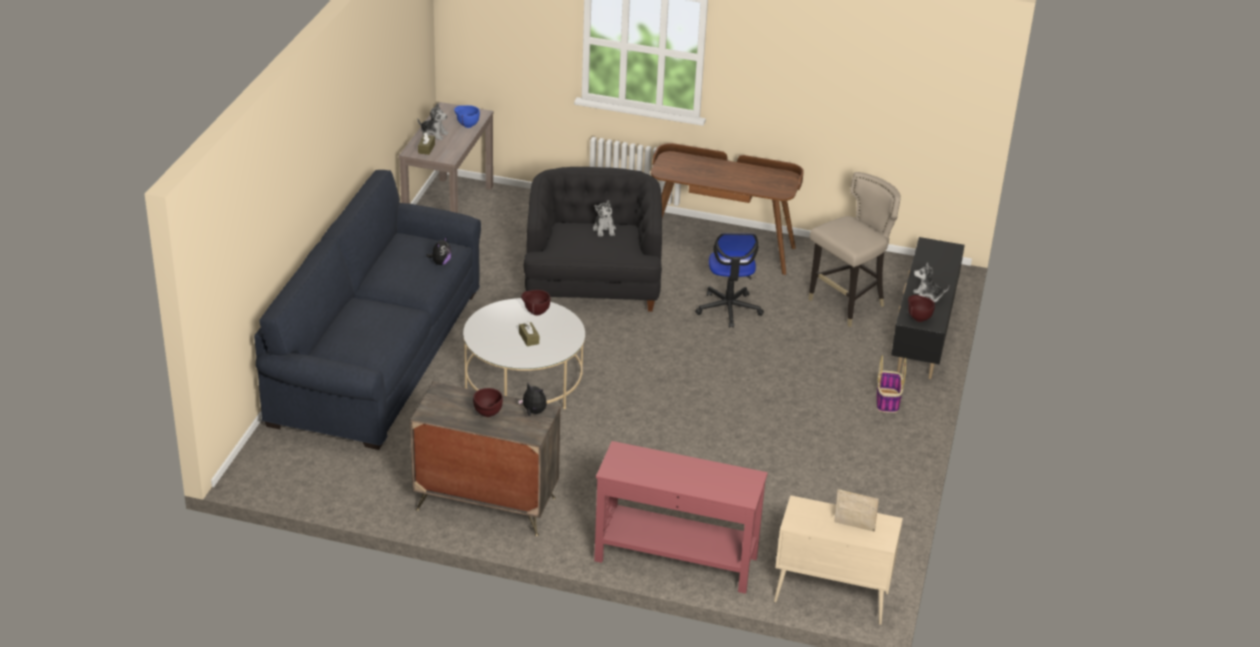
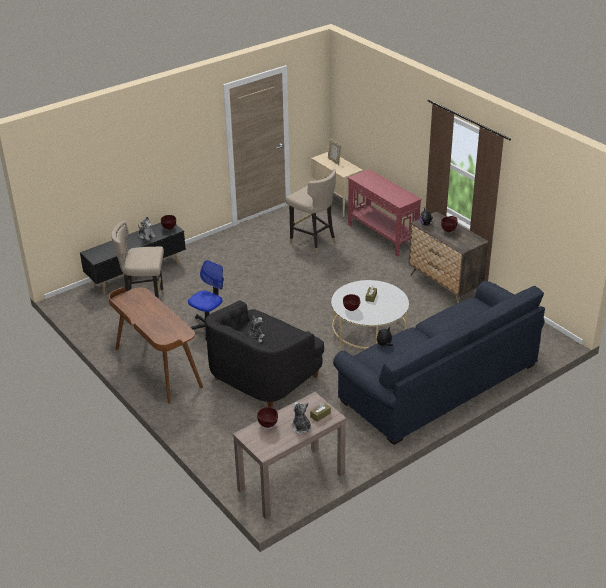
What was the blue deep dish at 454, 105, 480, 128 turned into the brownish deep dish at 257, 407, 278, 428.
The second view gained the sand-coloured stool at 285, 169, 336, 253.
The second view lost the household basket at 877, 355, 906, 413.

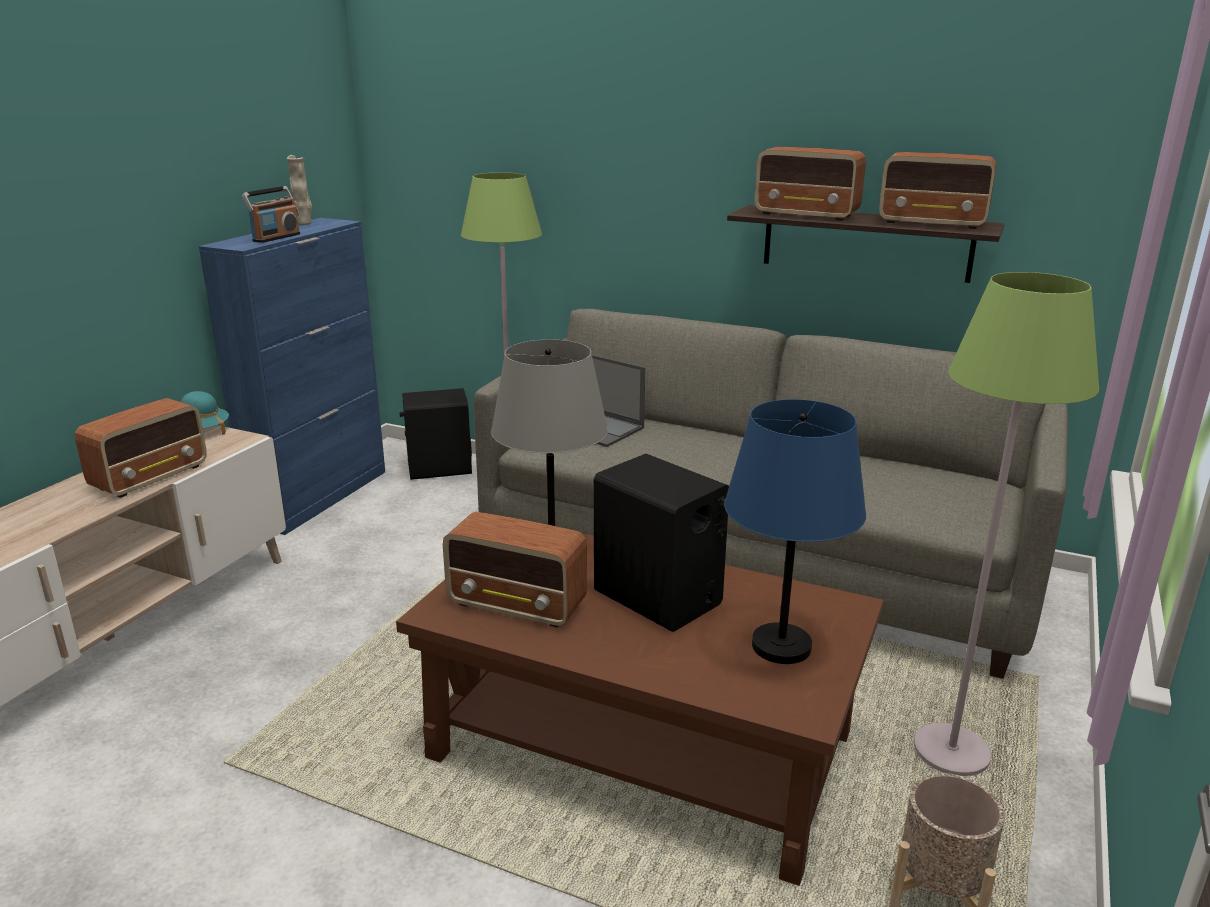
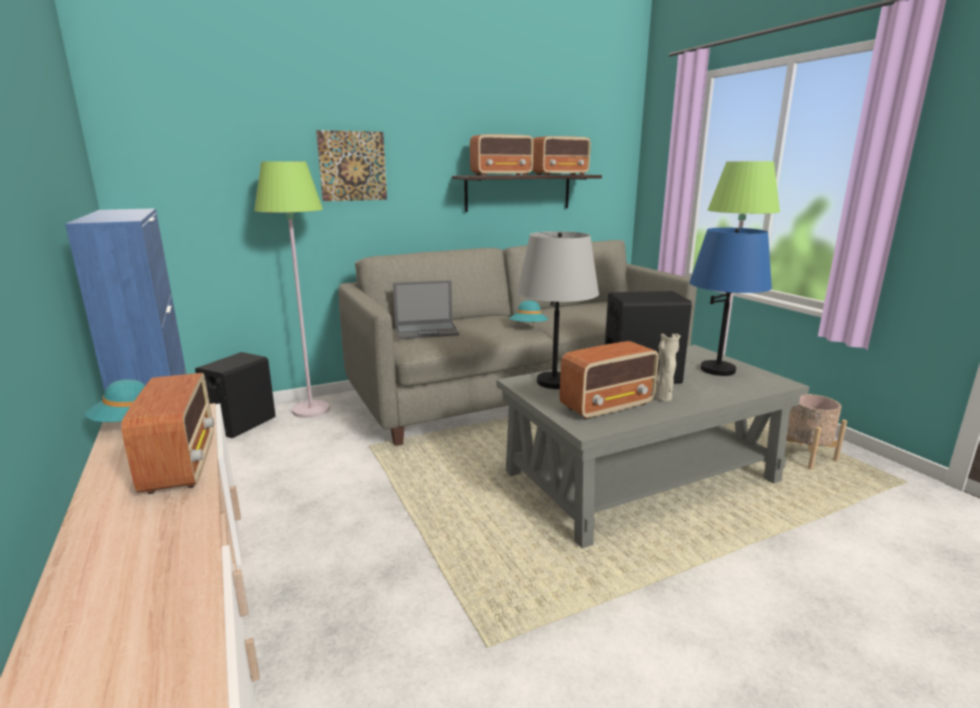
The second view gained the wall picture at 316, 130, 387, 201.
What was the brownish lounge table at 396, 533, 884, 886 turned into the gray lounge table at 496, 345, 810, 548.
The second view gained the blue-green clothing hat at 509, 301, 548, 323.
The sand-coloured decorative vase ended up elsewhere, having gone from 287, 155, 312, 225 to 656, 333, 680, 401.
The second view lost the radio at 242, 186, 300, 243.

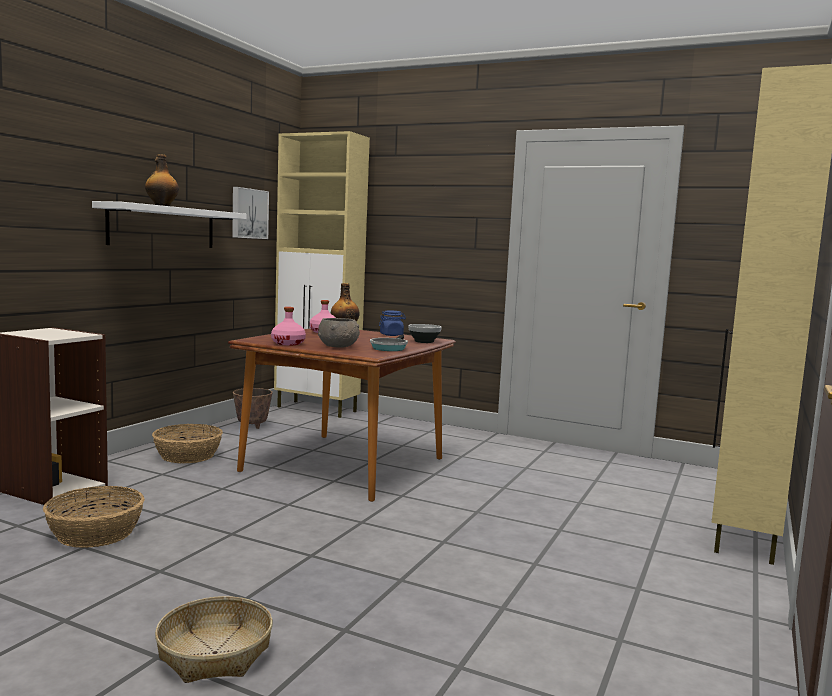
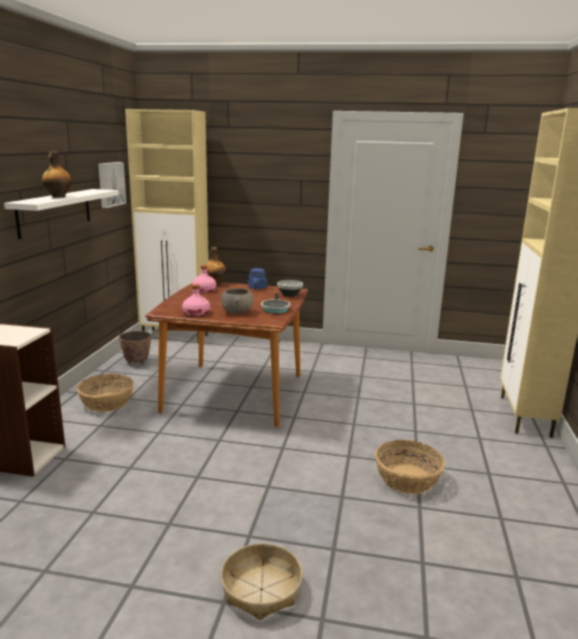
The household basket ended up elsewhere, having gone from 43, 486, 144, 548 to 375, 440, 445, 494.

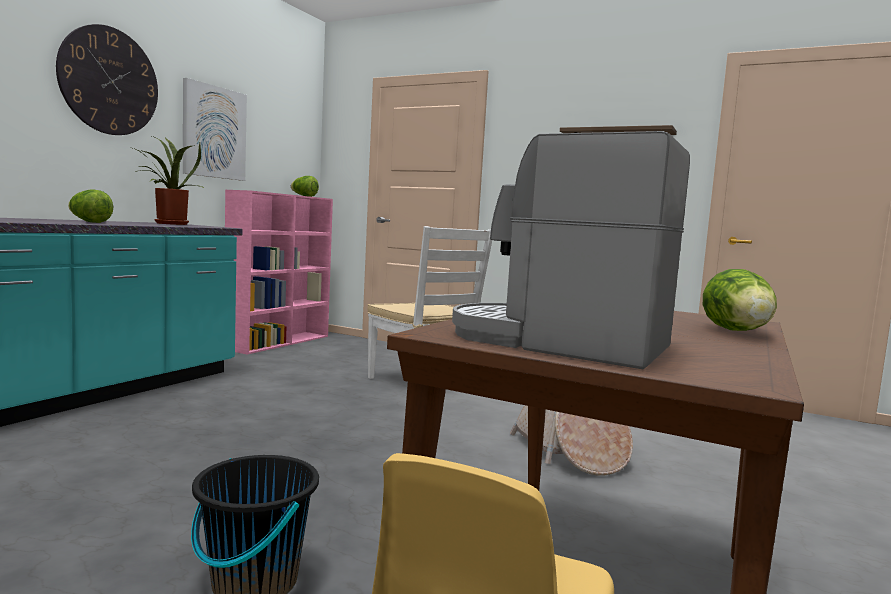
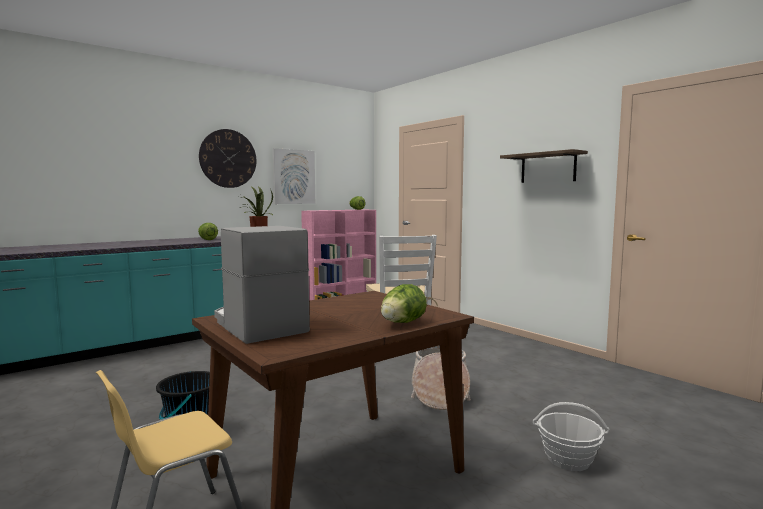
The second view gained the household basket at 533, 402, 609, 471.

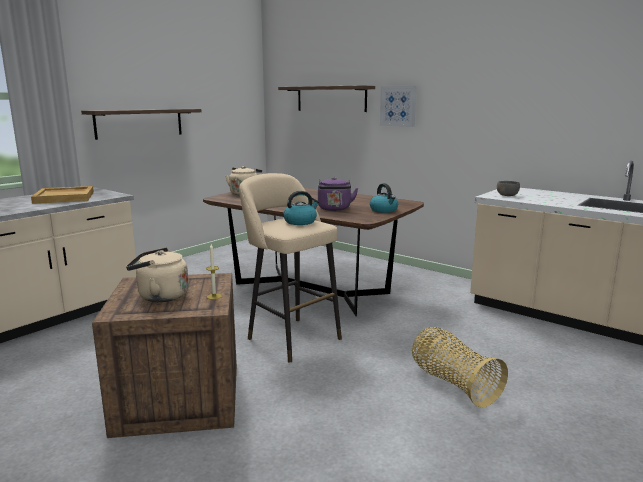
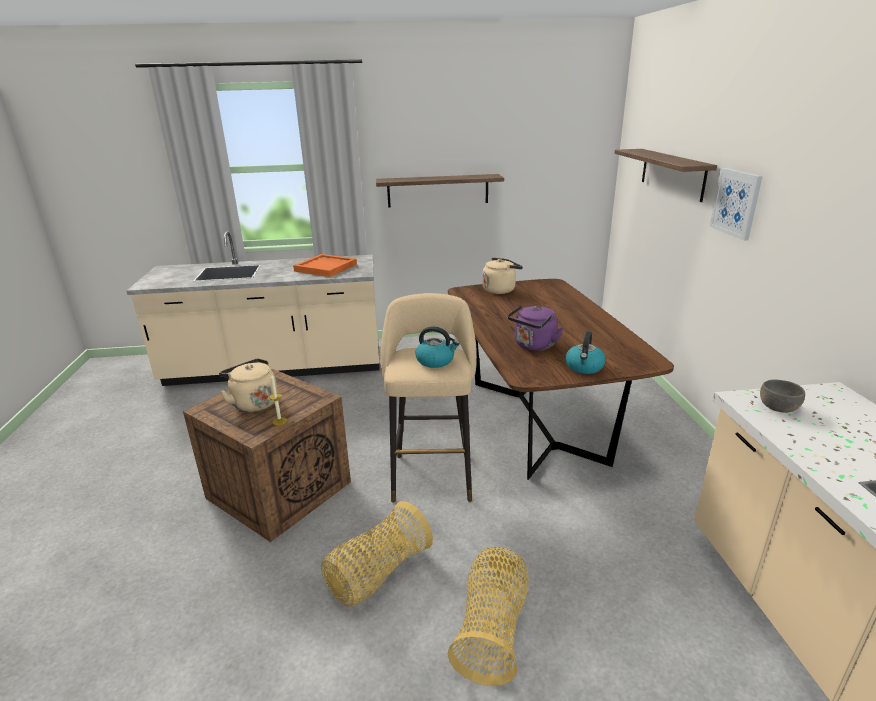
What was the sand-coloured tray at 31, 186, 94, 204 turned into the orangey tray at 293, 254, 357, 277.
The second view gained the household basket at 321, 501, 433, 607.

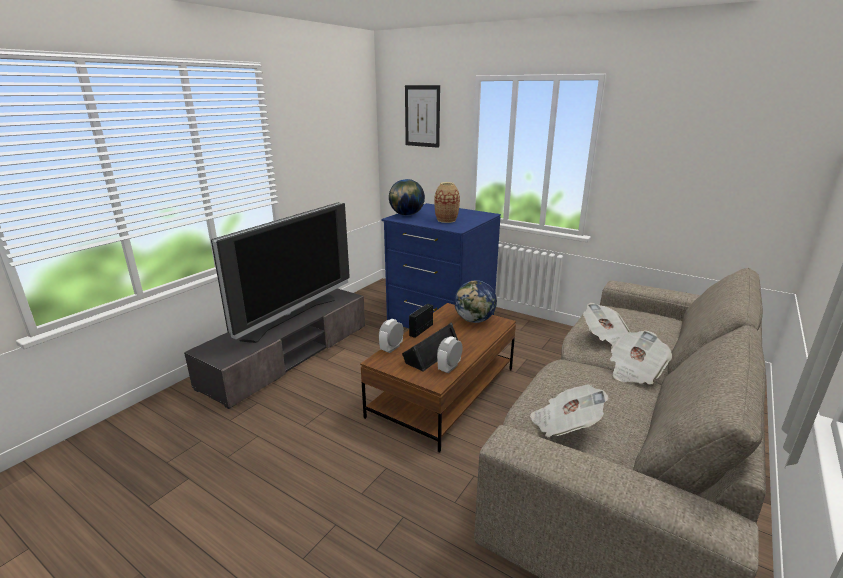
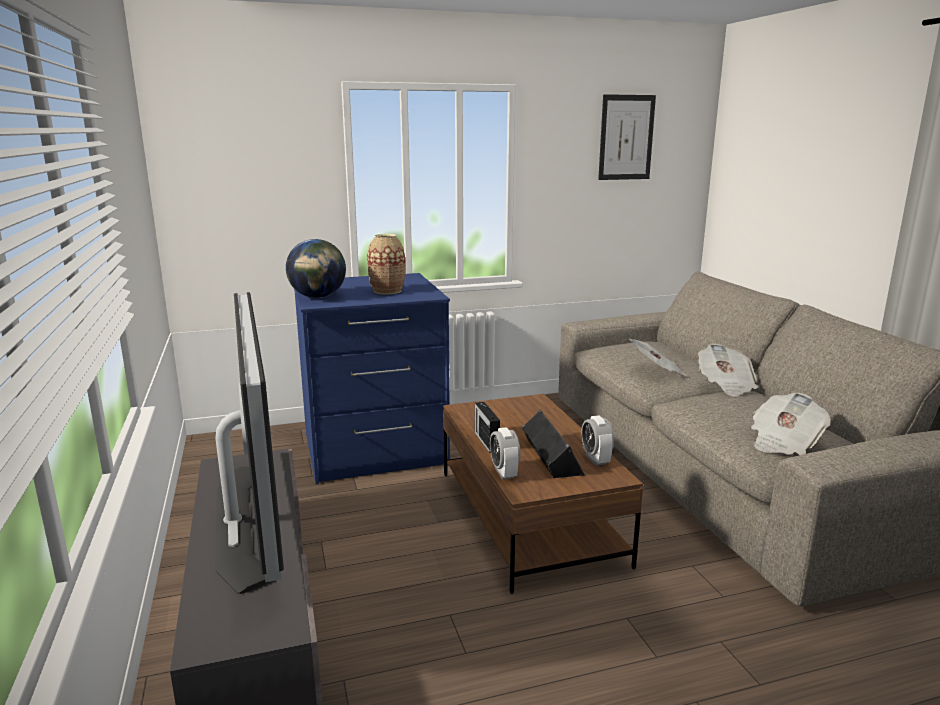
The wall picture ended up elsewhere, having gone from 405, 85, 440, 148 to 598, 94, 656, 180.
The second view lost the desk globe at 454, 280, 497, 323.

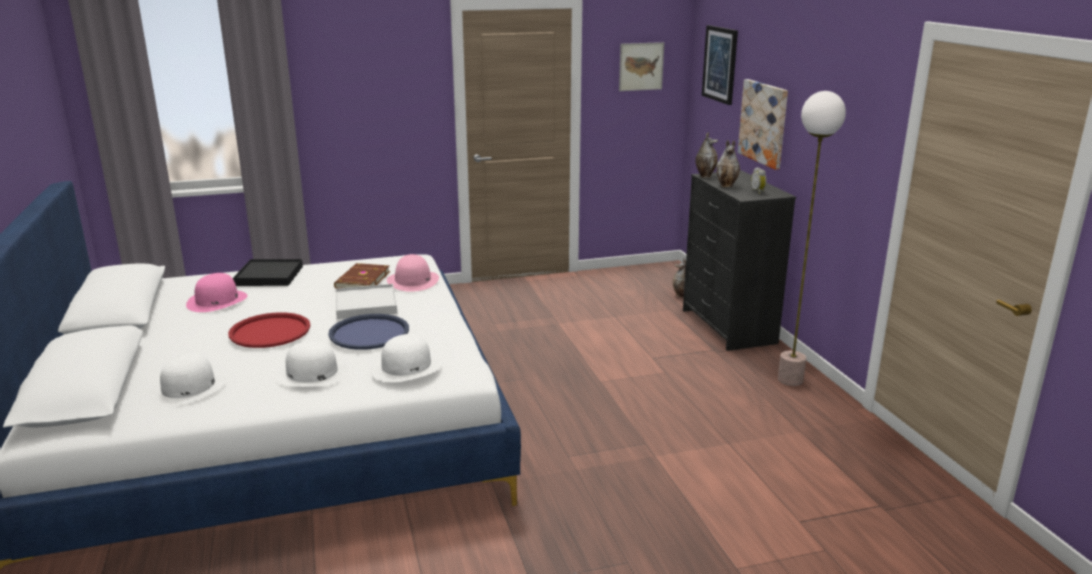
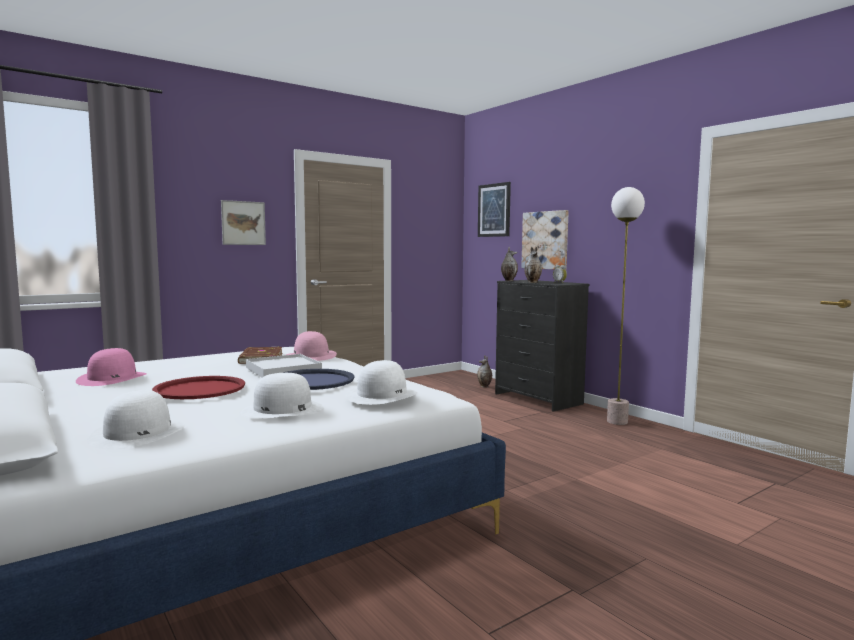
The wall picture ended up elsewhere, having gone from 619, 42, 664, 91 to 221, 200, 266, 245.
The second view lost the black-coloured tray at 233, 259, 303, 286.

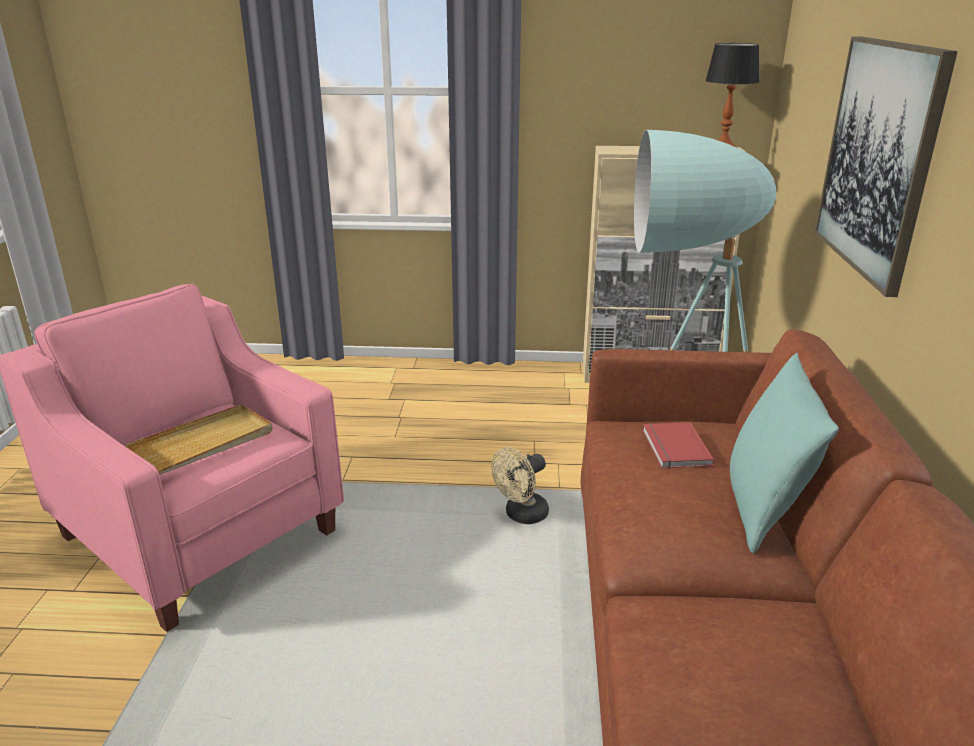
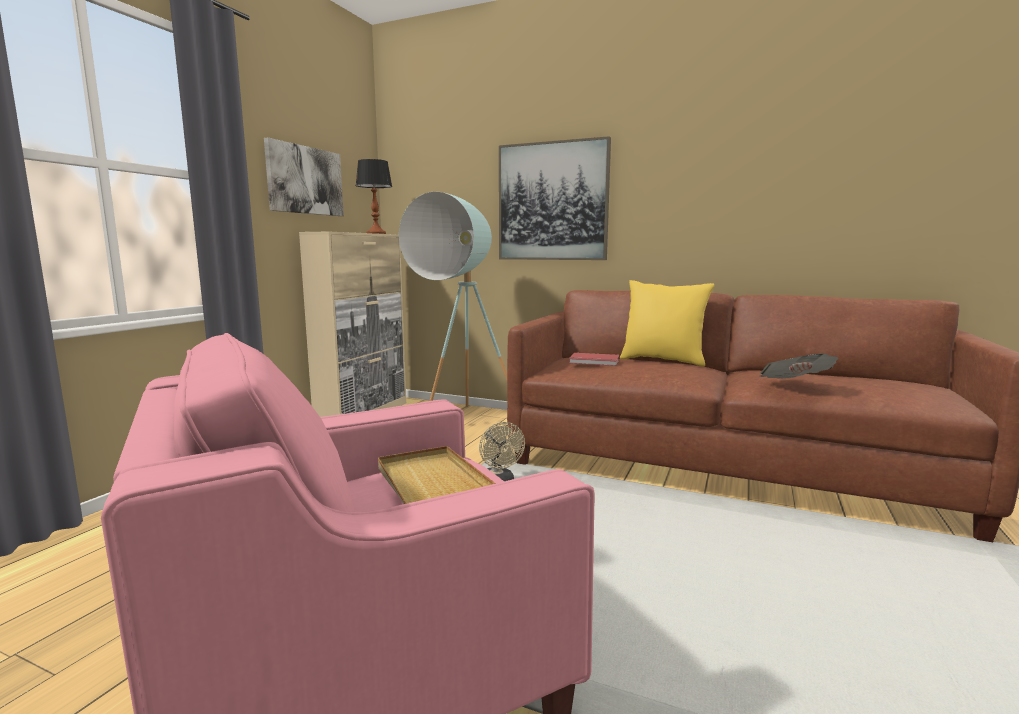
The second view gained the wall picture at 264, 138, 344, 216.
What was the blue-green cushion at 730, 353, 839, 554 turned into the yellow-coloured cushion at 620, 280, 715, 367.
The second view gained the newspaper at 760, 353, 839, 379.

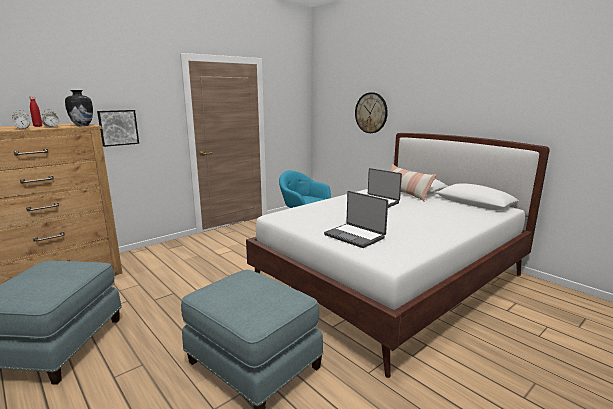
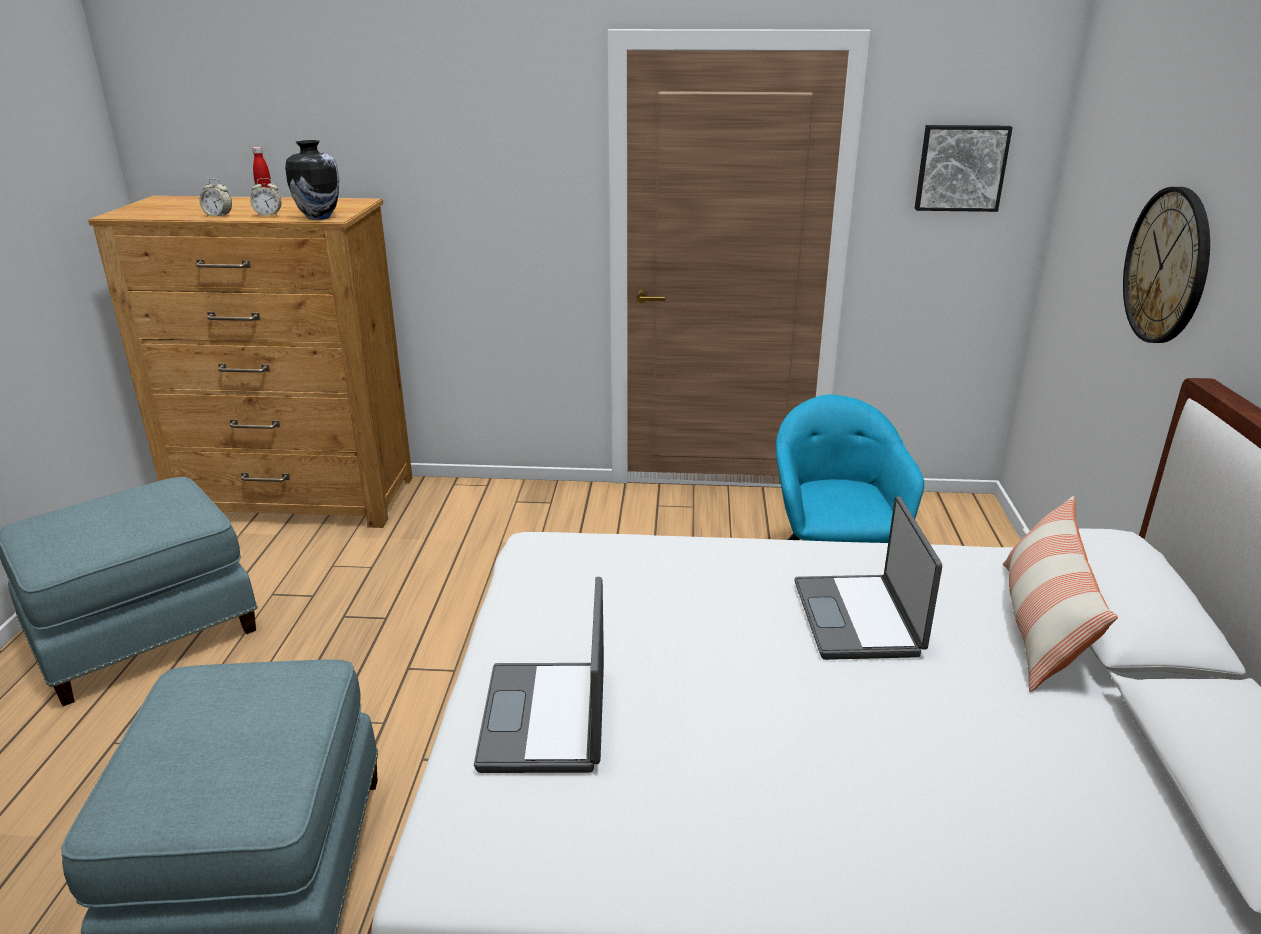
The wall picture ended up elsewhere, having gone from 97, 110, 139, 147 to 915, 125, 1013, 212.

